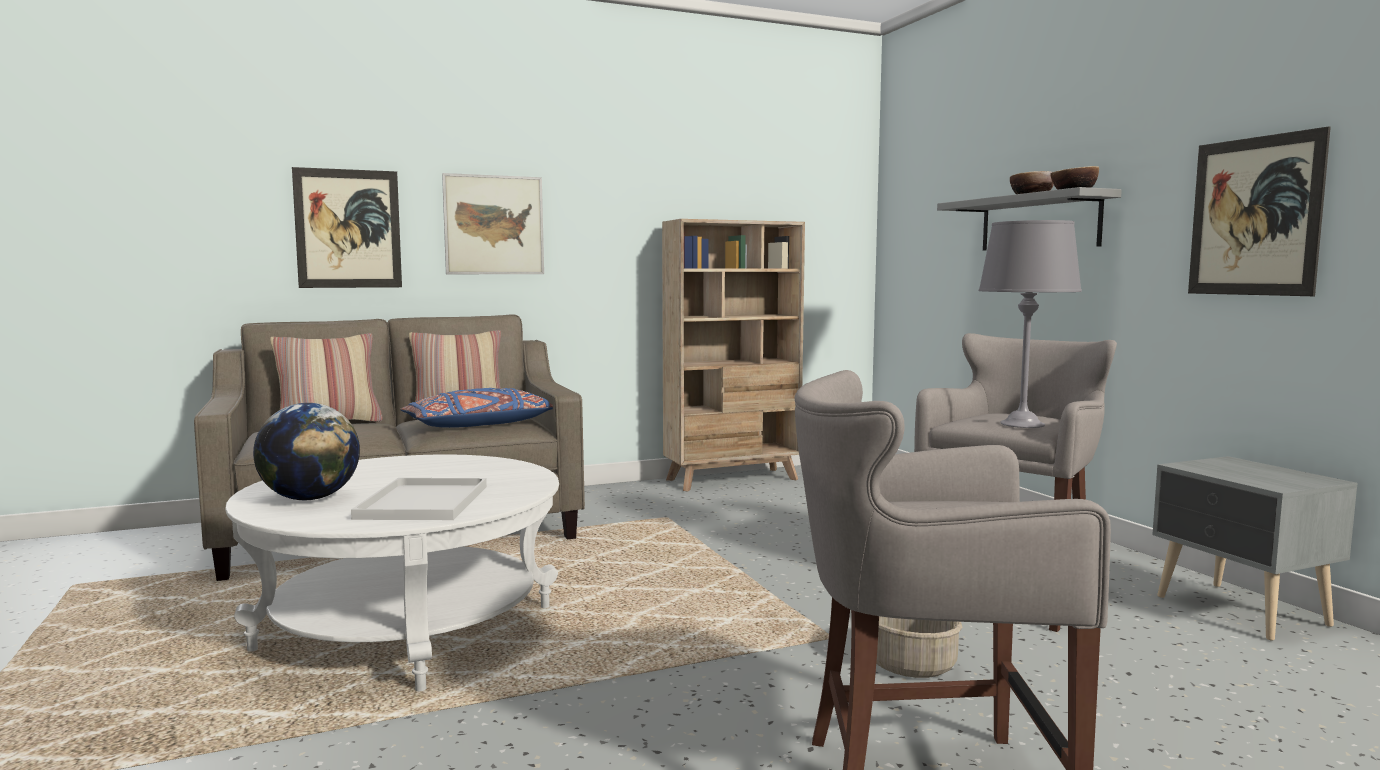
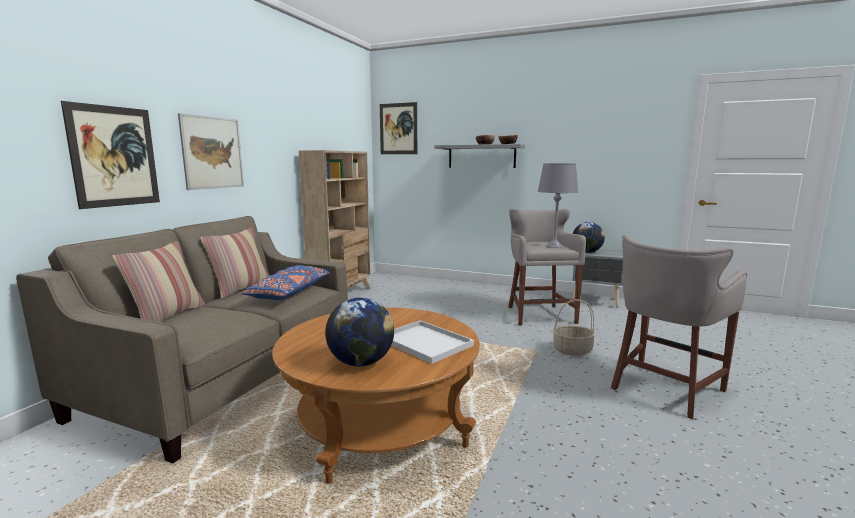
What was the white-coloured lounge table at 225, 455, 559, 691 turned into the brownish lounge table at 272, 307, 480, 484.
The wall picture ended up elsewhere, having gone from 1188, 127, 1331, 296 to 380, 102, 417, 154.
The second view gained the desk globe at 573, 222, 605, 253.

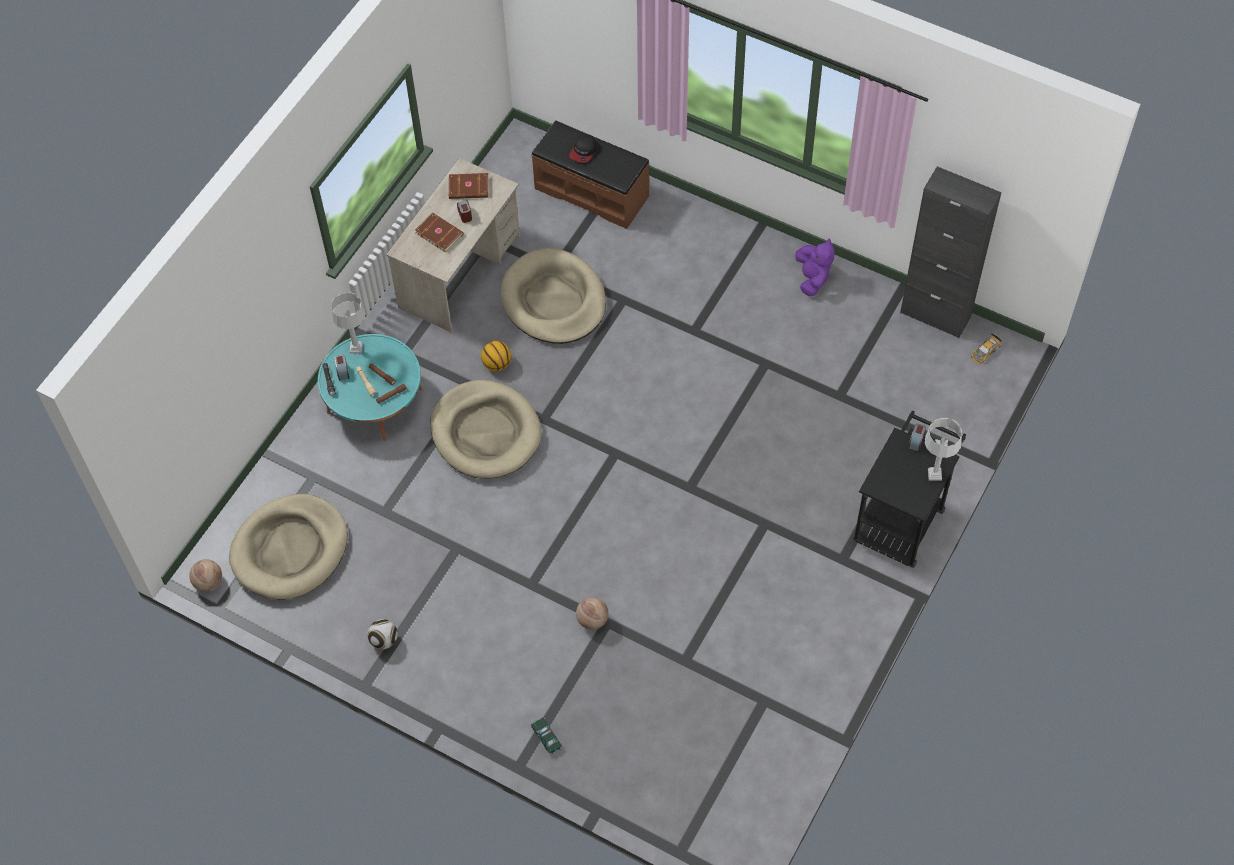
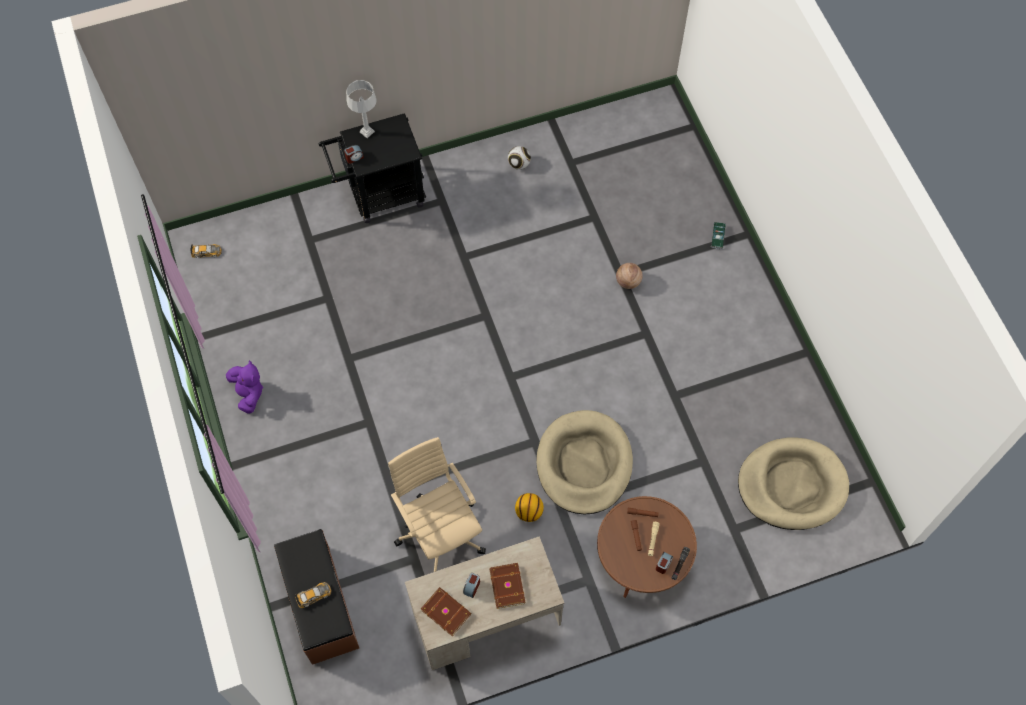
The purple plush toy at 795, 238, 835, 296 ended up facing another way, 120 degrees clockwise from before.
Where the peaked cap stood at 569, 135, 597, 163, the model car came to stand at 295, 582, 331, 608.
Where the sand-coloured dog cushion stood at 500, 248, 606, 344, the sand-coloured office chair came to stand at 388, 437, 486, 572.
The ball for football ended up elsewhere, having gone from 367, 619, 398, 649 to 508, 146, 531, 170.
What was the blue-green lounge table at 318, 334, 422, 441 turned into the brownish lounge table at 597, 496, 697, 598.
The second view lost the basketball ball at 189, 559, 222, 592.
The second view lost the gray tabletop lamp at 331, 292, 366, 354.
The second view lost the black-coloured cabinet at 900, 166, 1002, 338.

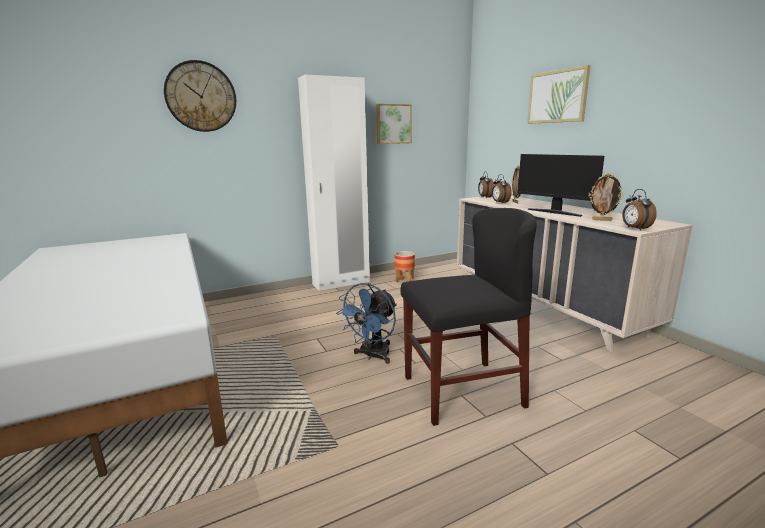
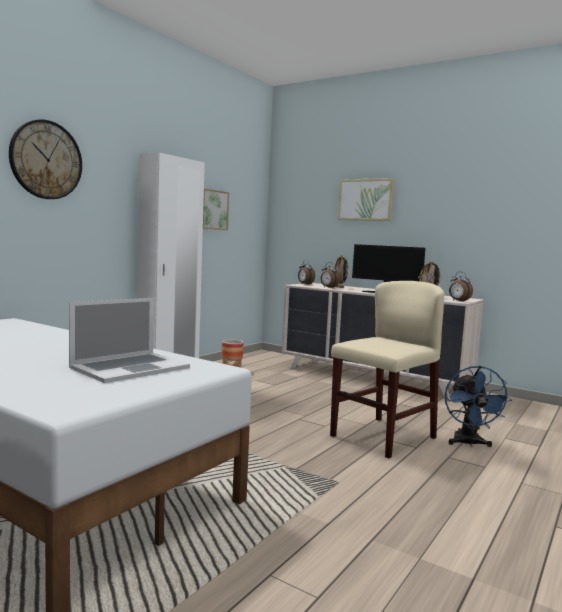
The second view gained the laptop at 69, 298, 190, 383.
What was the black-coloured upright chair at 400, 208, 537, 426 turned into the sand-coloured upright chair at 330, 281, 444, 458.
The blue electric fan ended up elsewhere, having gone from 336, 283, 397, 364 to 445, 366, 512, 447.

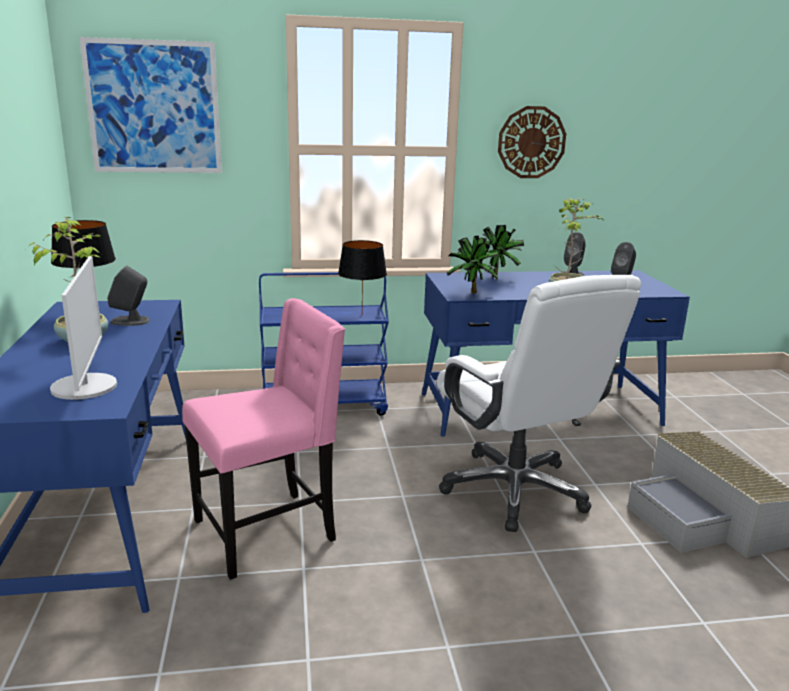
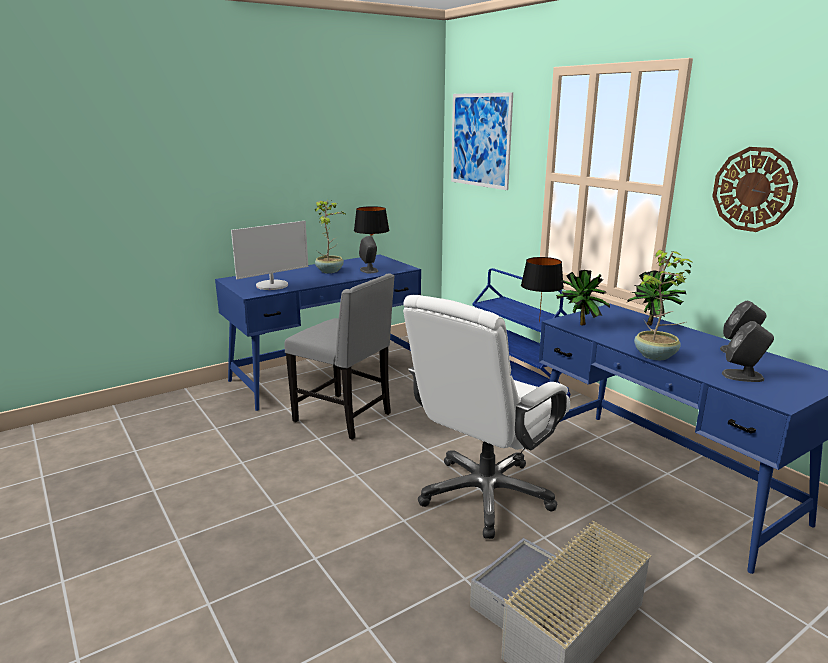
What was the pink-coloured upright chair at 182, 298, 345, 580 turned into the gray upright chair at 284, 273, 395, 440.

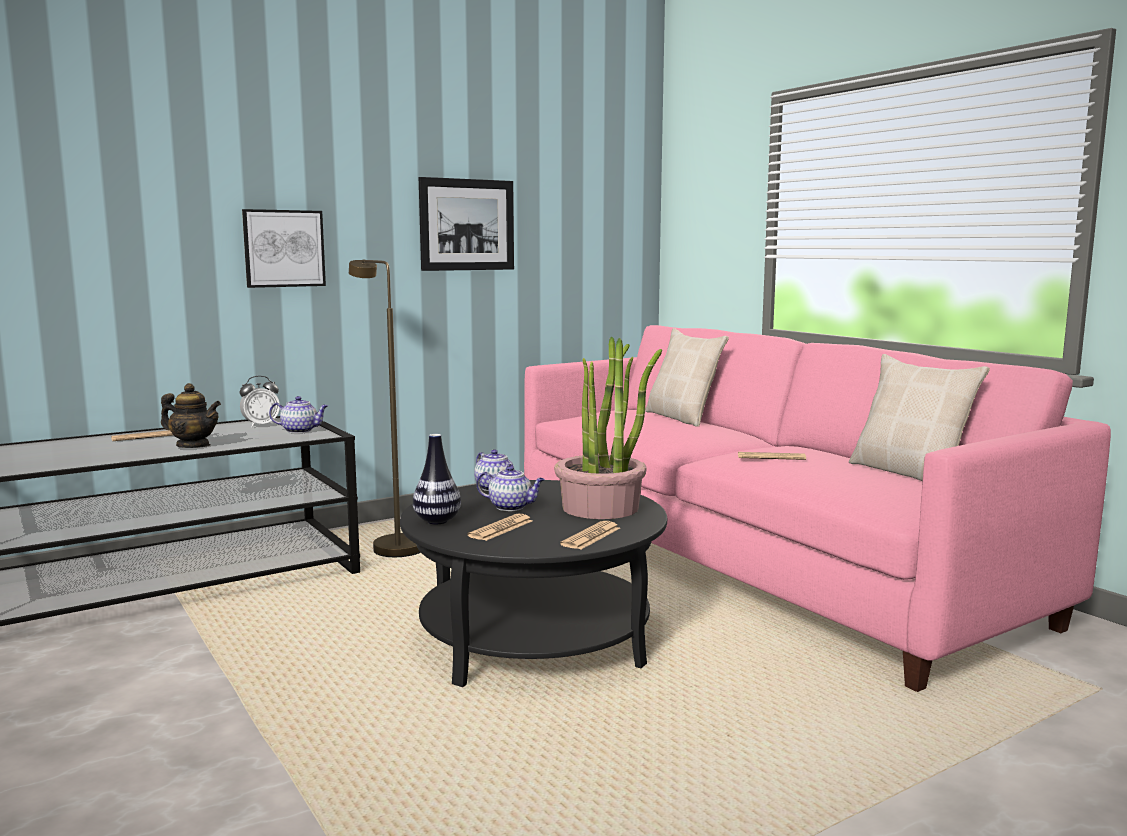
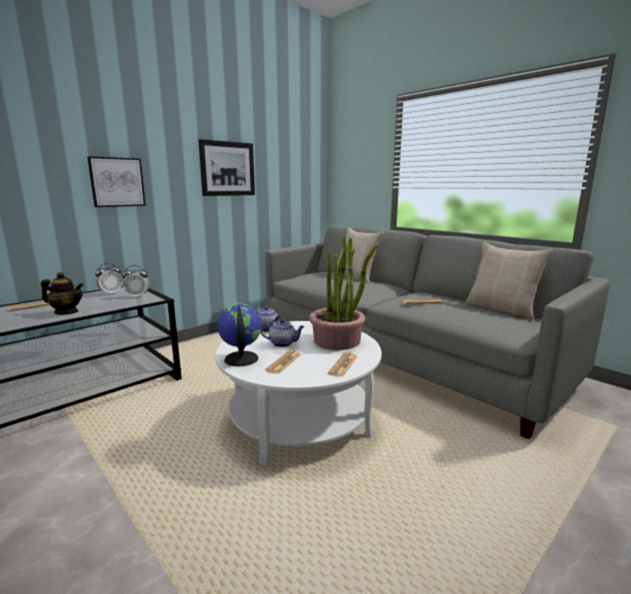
Where the pot for tea stood at 269, 396, 328, 433, the table clock came to stand at 122, 265, 150, 298.
What was the black-coloured lounge table at 400, 480, 667, 687 turned into the white-coloured lounge table at 215, 321, 382, 466.
Where the decorative vase stood at 413, 434, 461, 524, the desk globe came to stand at 217, 303, 261, 366.
What was the pink-coloured couch at 524, 325, 1111, 692 turned into the gray couch at 265, 226, 610, 439.
The second view lost the brownish standard lamp at 349, 260, 421, 557.

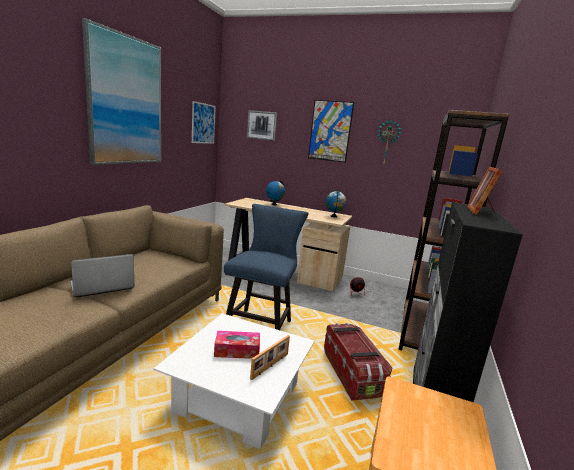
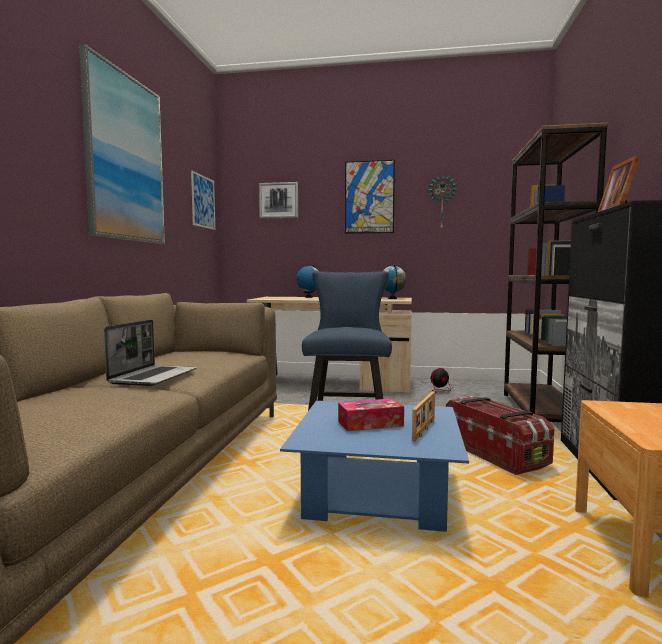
The laptop at 70, 254, 134, 297 ended up facing another way, 150 degrees clockwise from before.
What was the white-coloured lounge table at 154, 313, 314, 449 turned into the blue lounge table at 280, 401, 469, 532.

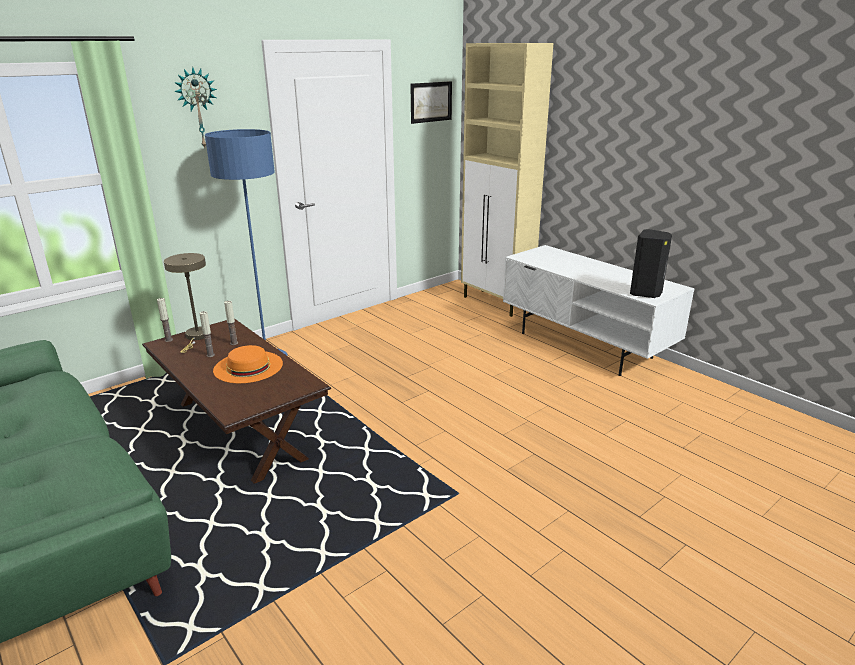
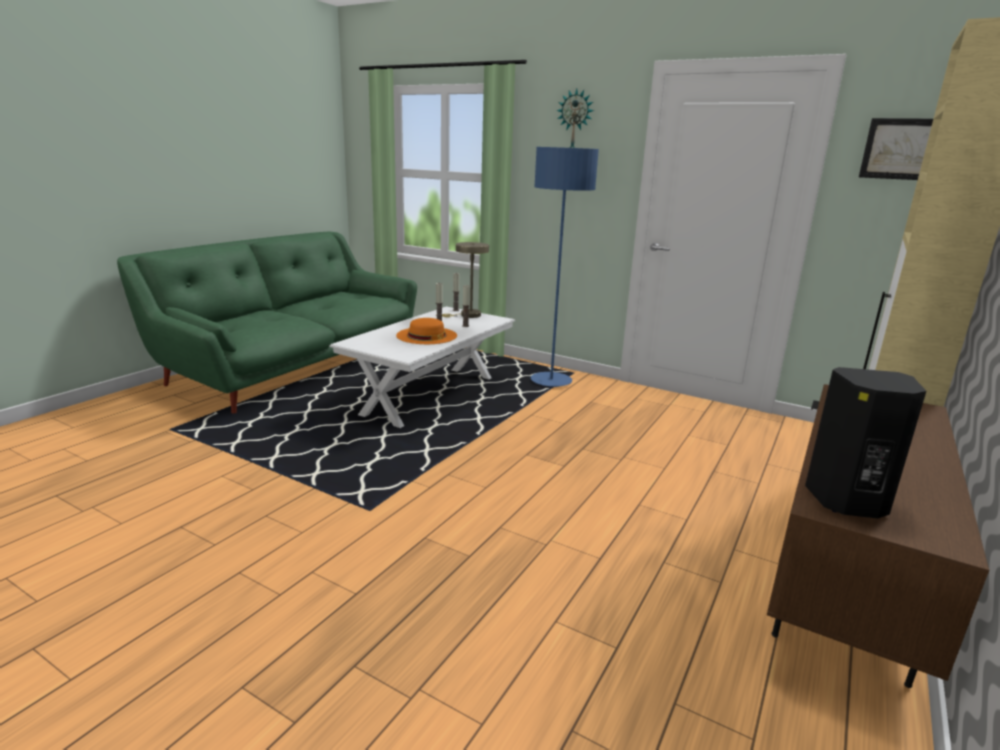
What was the brownish lounge table at 142, 318, 331, 484 turned into the white-coloured lounge table at 329, 307, 515, 428.
What was the white-coloured media console at 503, 245, 695, 376 turned into the brownish media console at 767, 384, 989, 688.

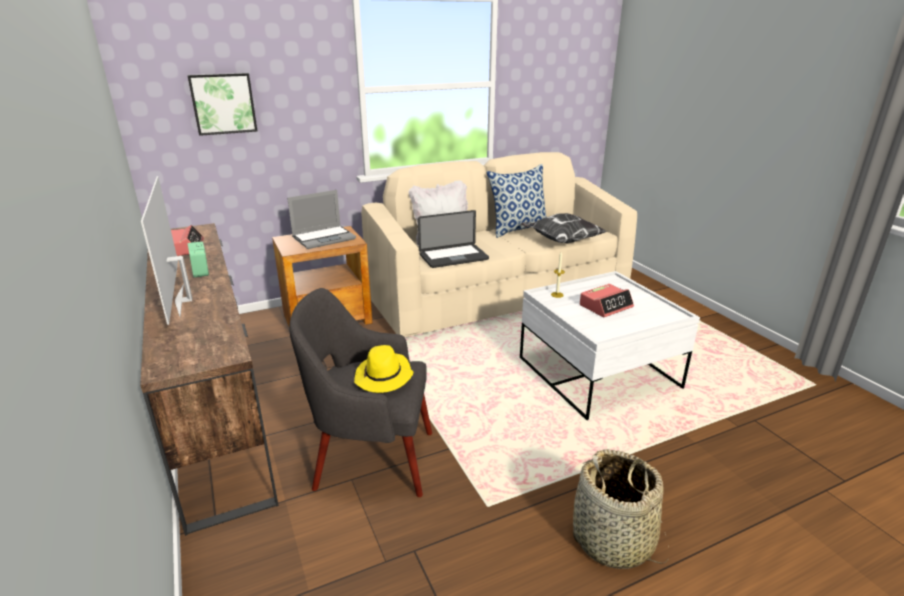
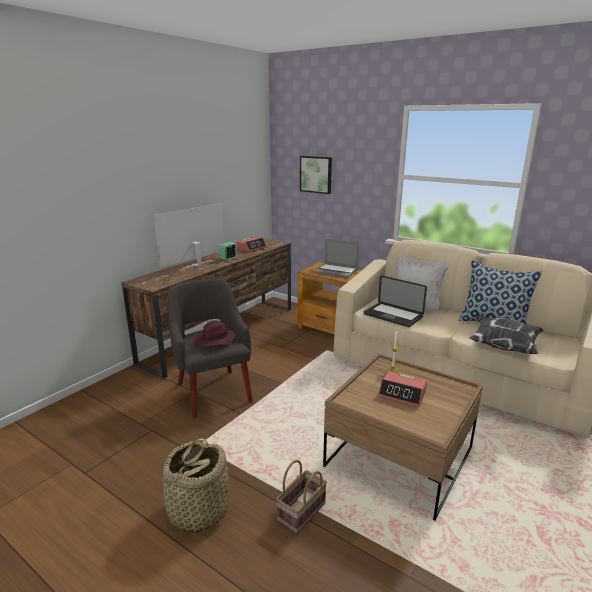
What was the yellow-coloured clothing hat at 354, 345, 413, 393 turned into the purple clothing hat at 194, 321, 236, 346.
The second view gained the household basket at 276, 460, 327, 534.
What was the white-coloured lounge table at 520, 271, 700, 420 turned into the brownish lounge table at 323, 353, 483, 521.

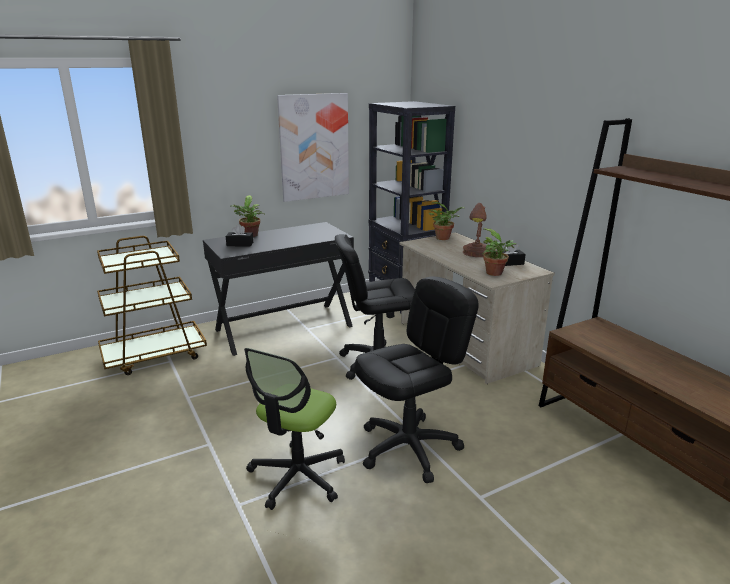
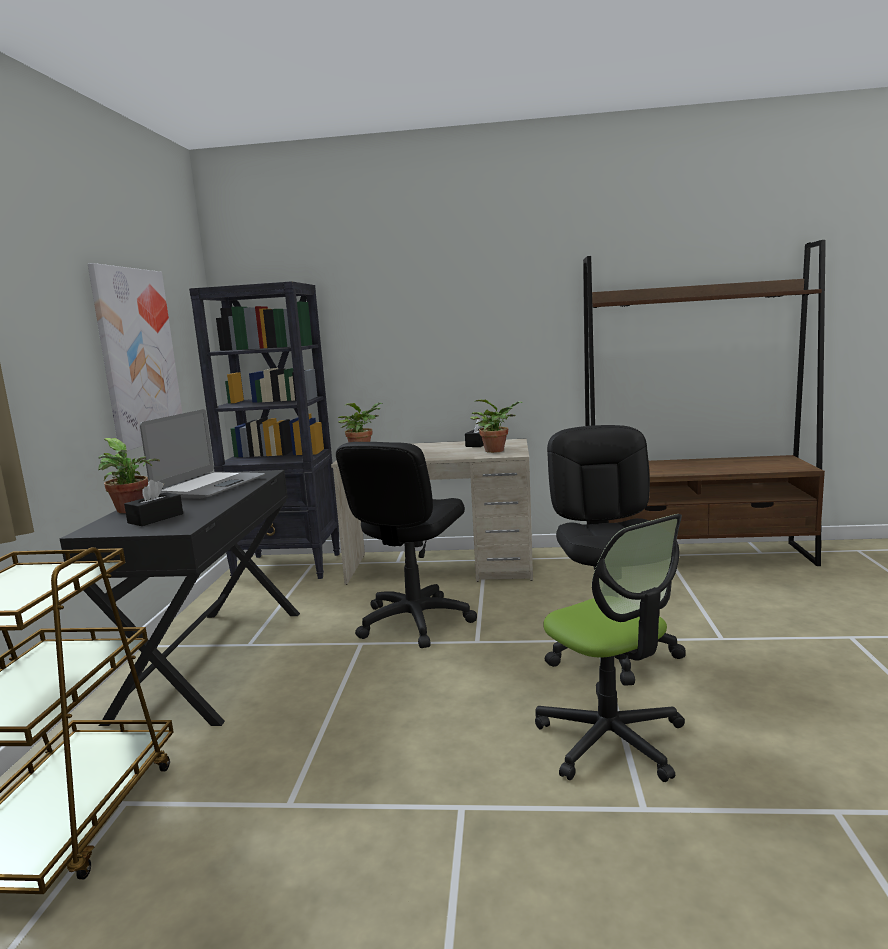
The second view gained the laptop at 140, 409, 265, 499.
The second view lost the brownish tabletop lamp at 463, 203, 487, 257.

